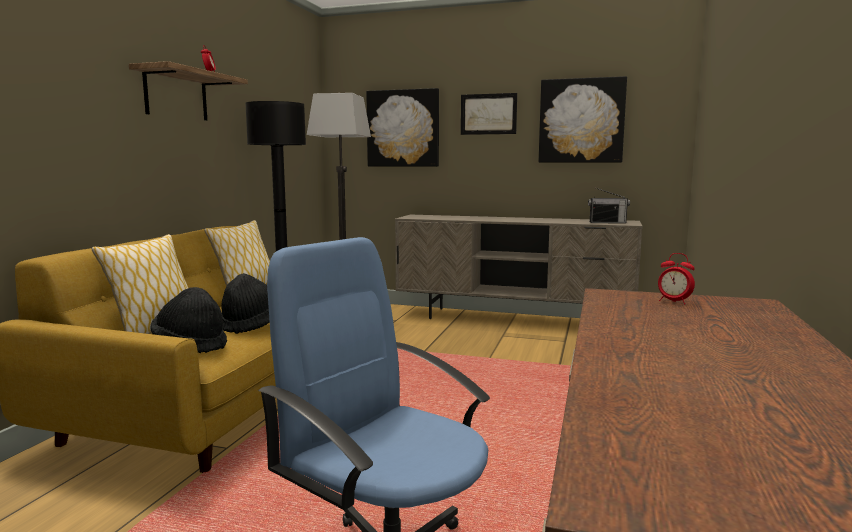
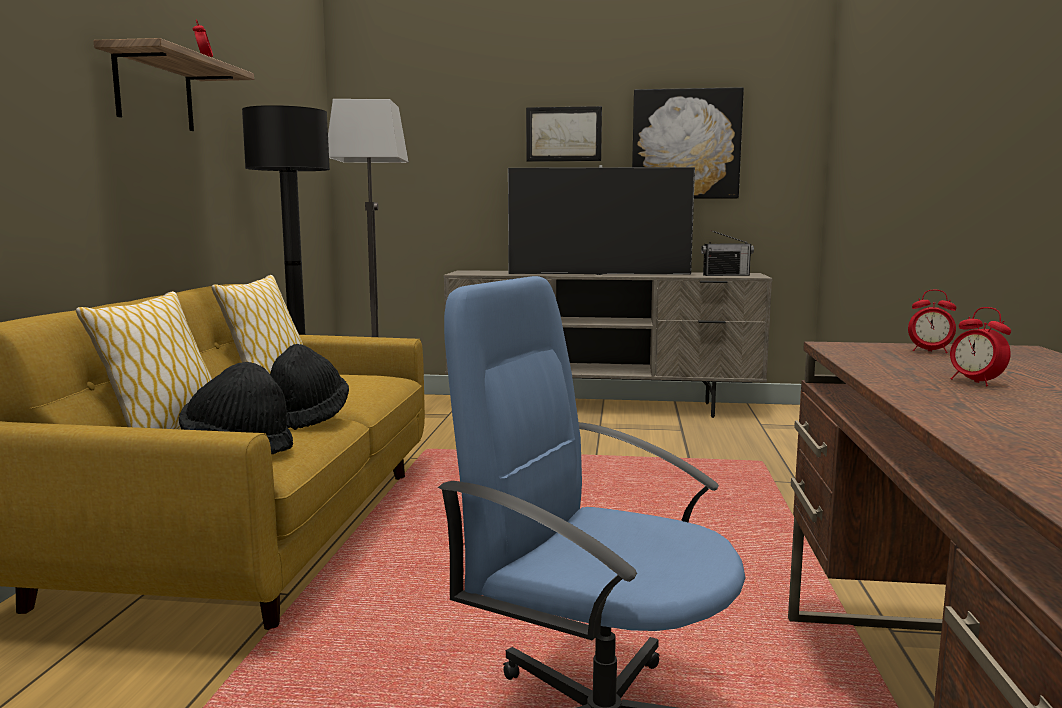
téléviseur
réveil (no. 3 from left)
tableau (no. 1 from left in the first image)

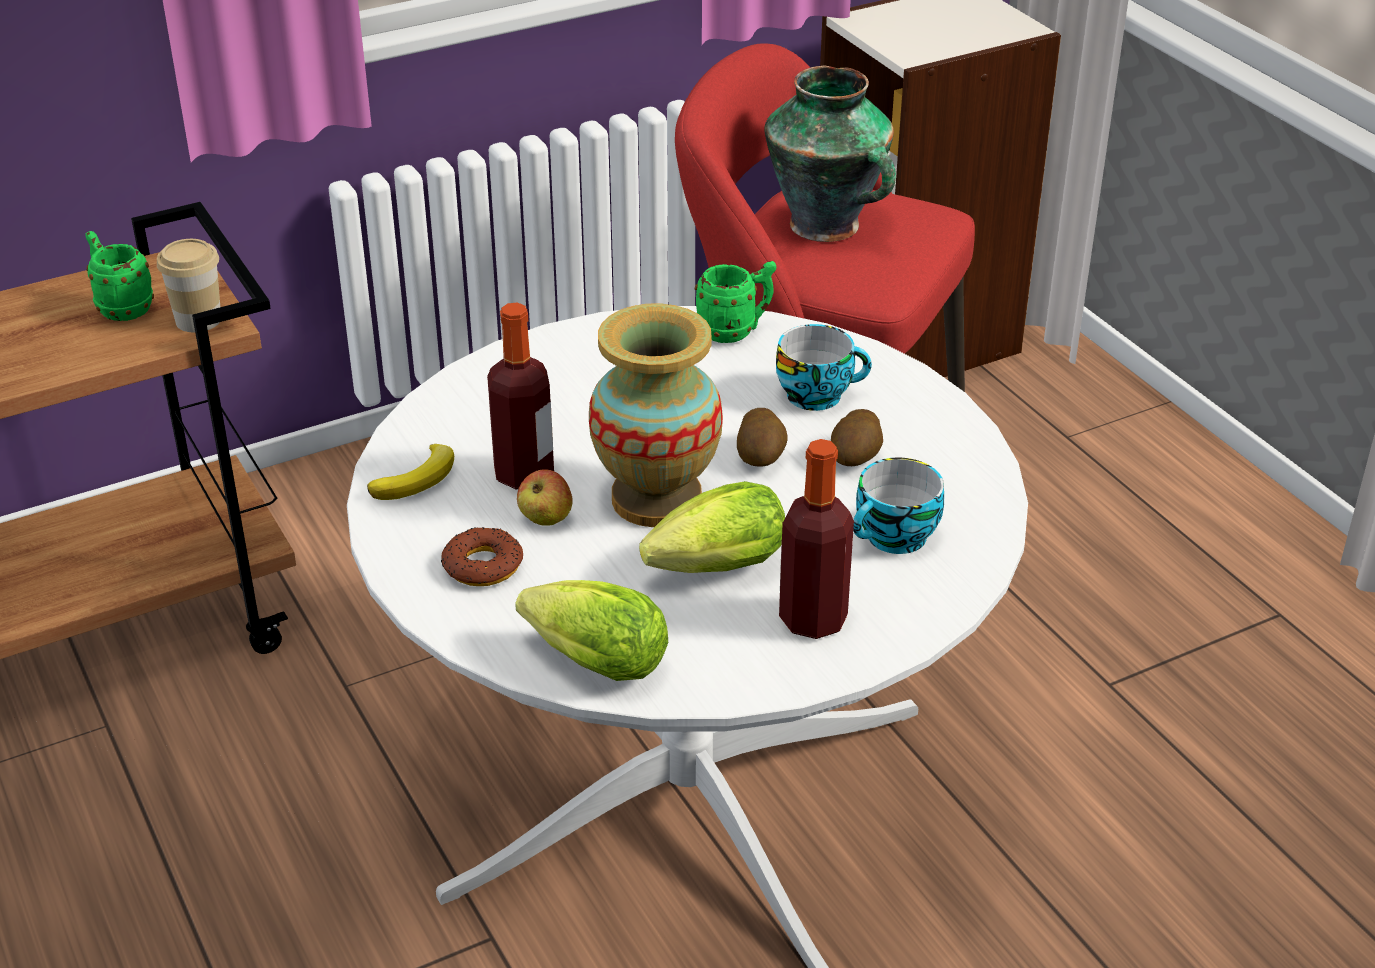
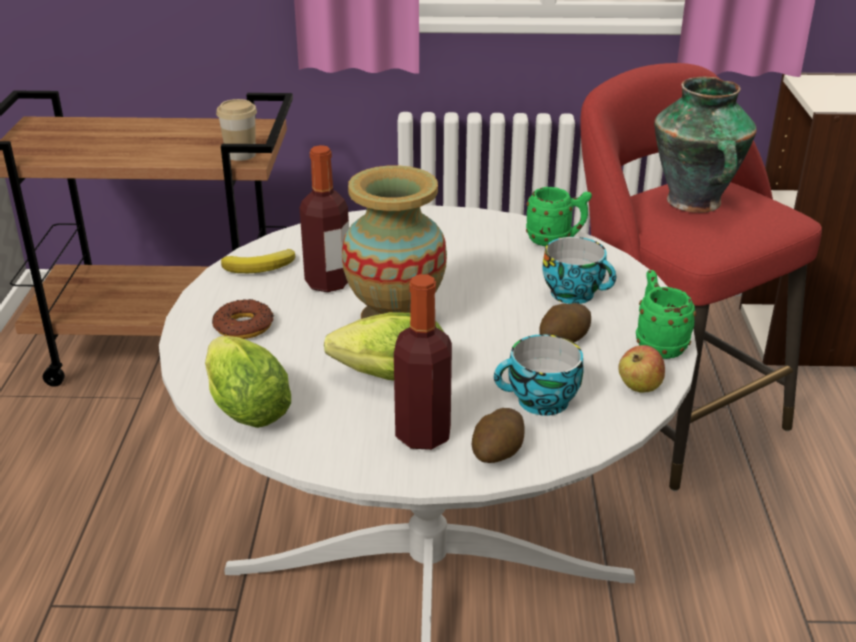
pomme de terre (no. 1 from left)
pomme
mug [vert] (no. 2 from left)

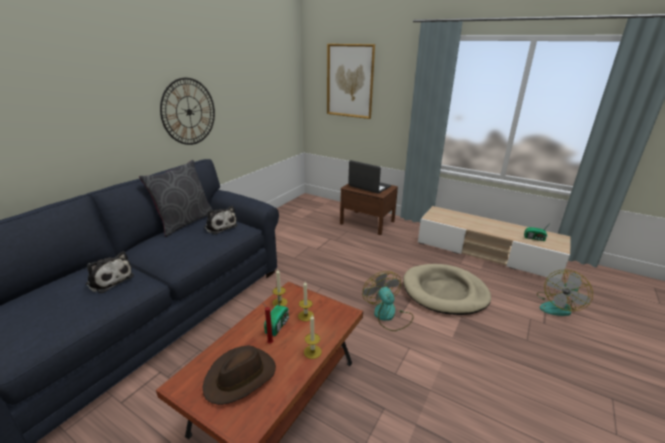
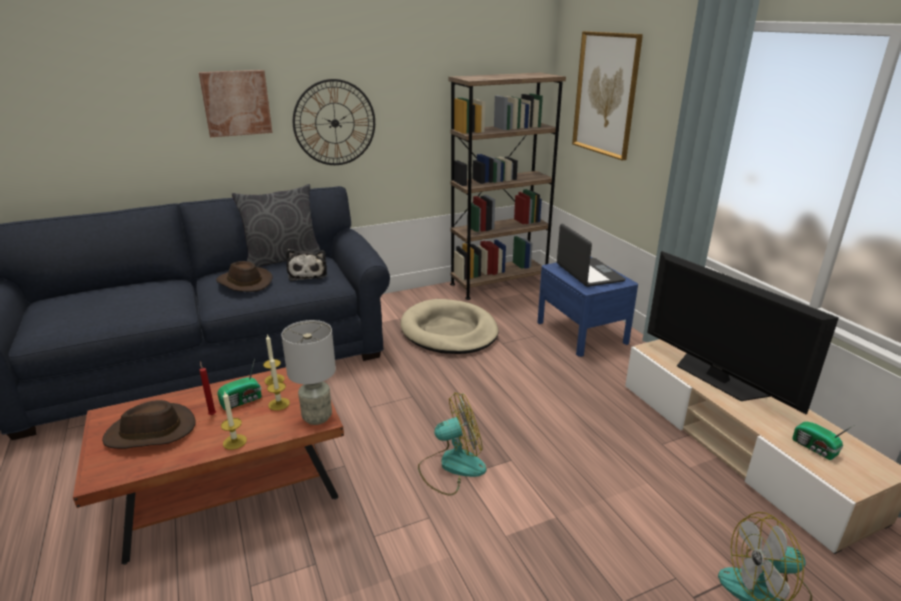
tableau (no. 1 from left)
chapeau [marron] (no. 2 from left)
lampe de table [gris]
panier pour chien [beige]
ventilateur (no. 1 from left)
bibliothèque [marron]
table de chevet [bleu]
téléviseur
peluche (no. 1 from left in the first image)

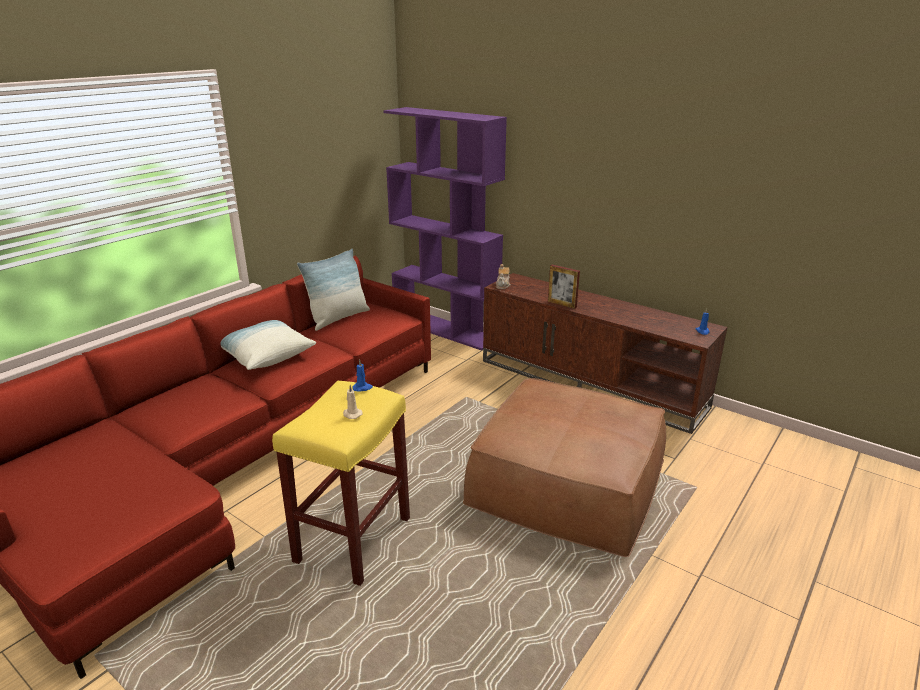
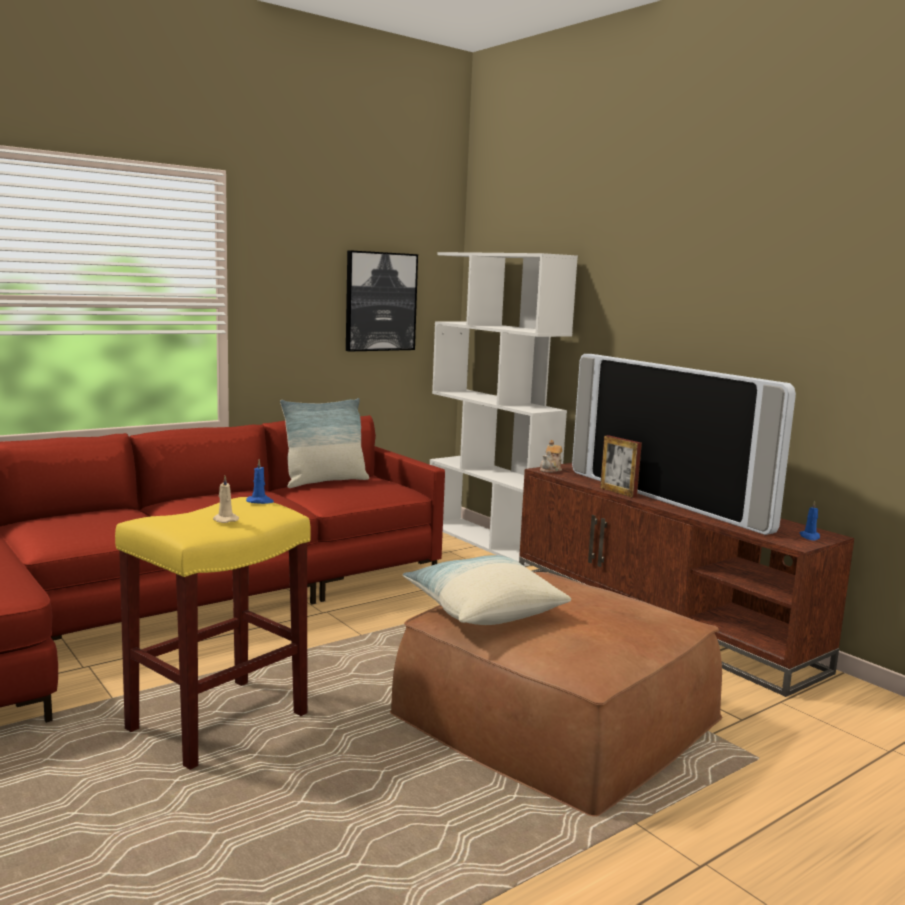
tableau
coussin (no. 2 from left)
bibliothèque [blanc]
téléviseur

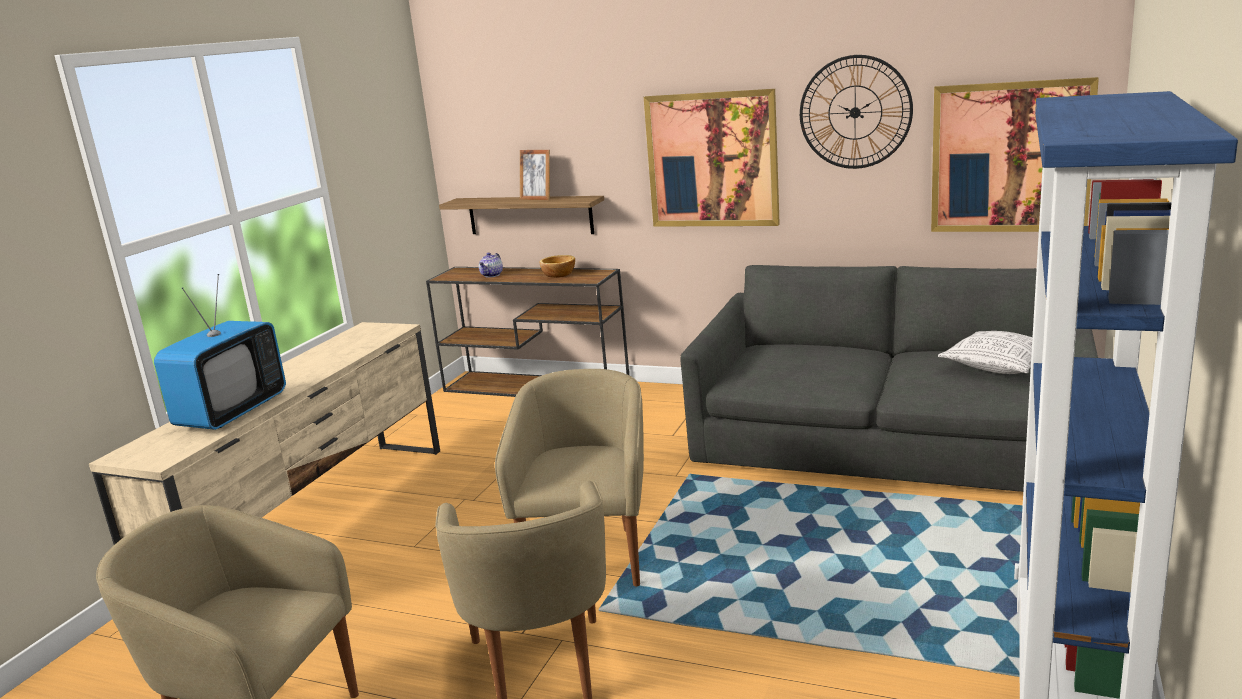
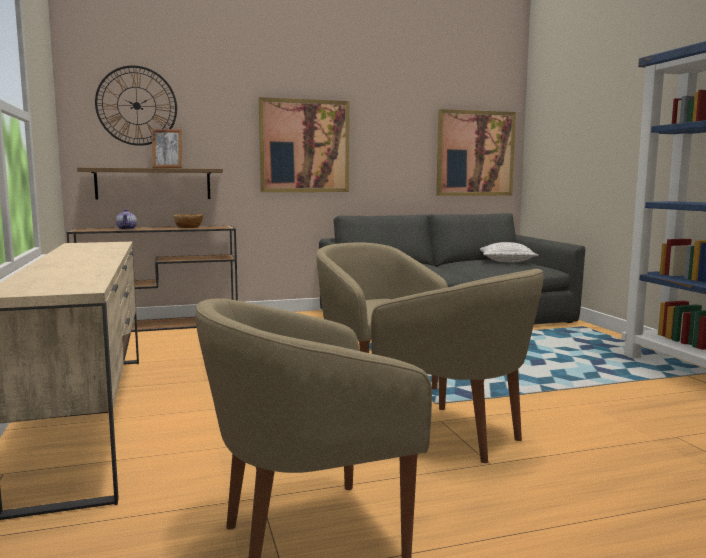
horloge murale
téléviseur

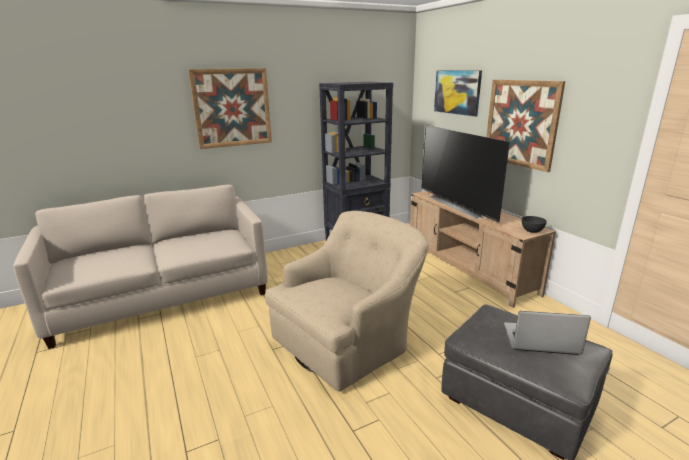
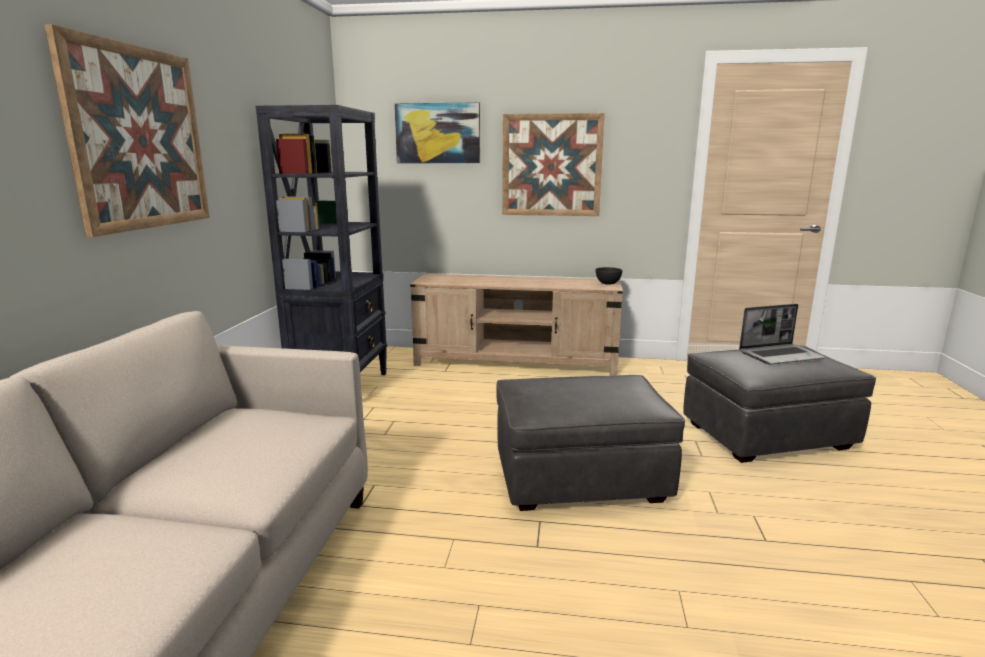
pouf [gris] (no. 1 from left)
ordinateur portable
téléviseur

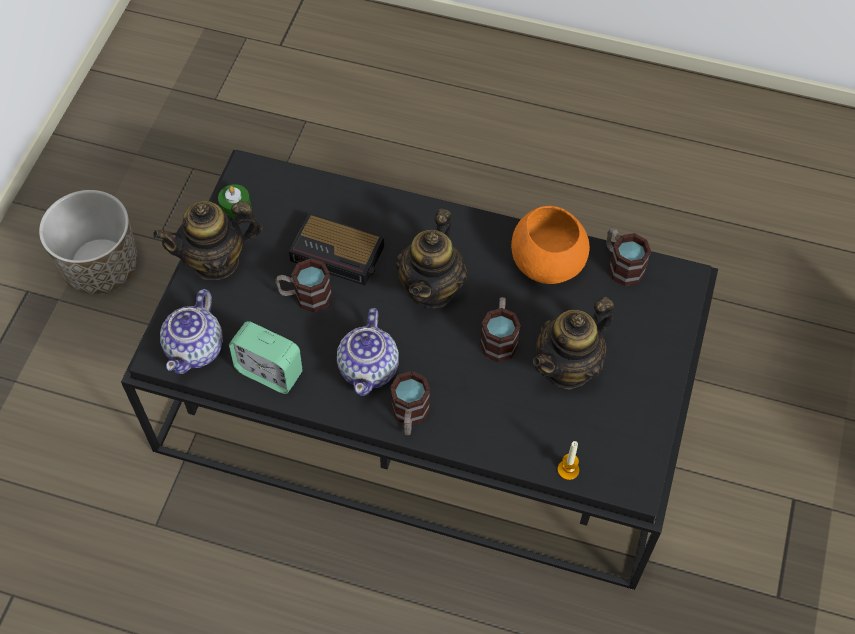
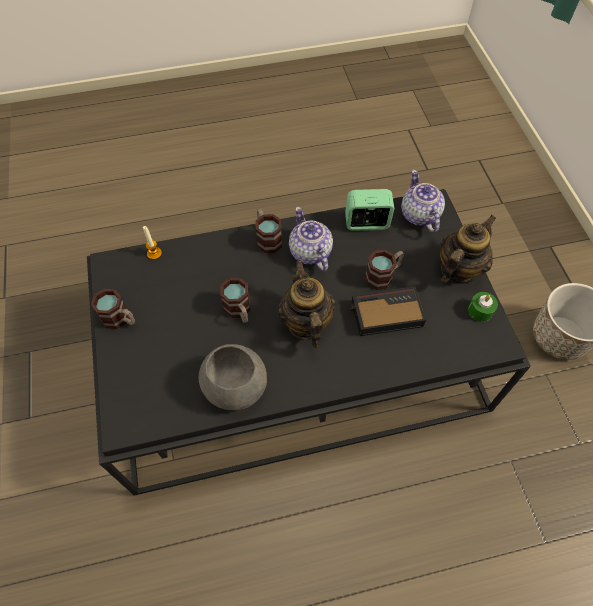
mug (no. 1 from left)
bol [gris]
théière (no. 5 from left in the first image)

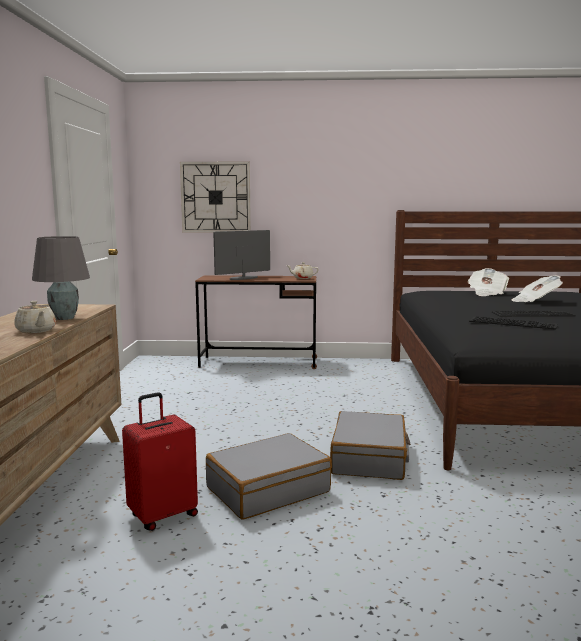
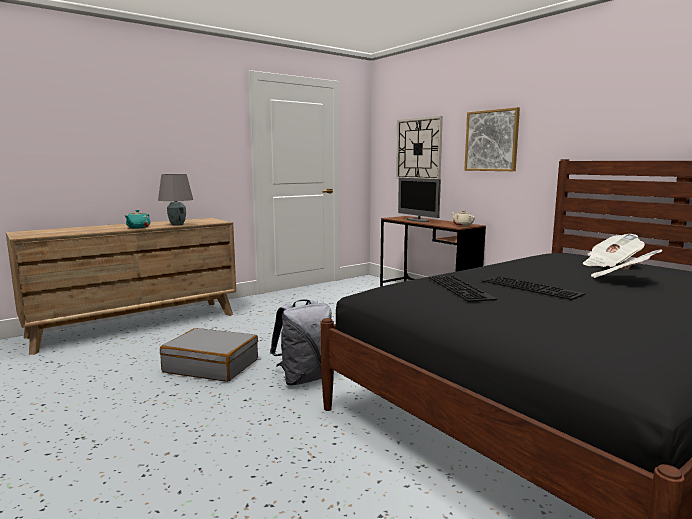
théière [turquoise]
sac à dos [gris]
écran d'ordinateur
tableau
valise [rouge]

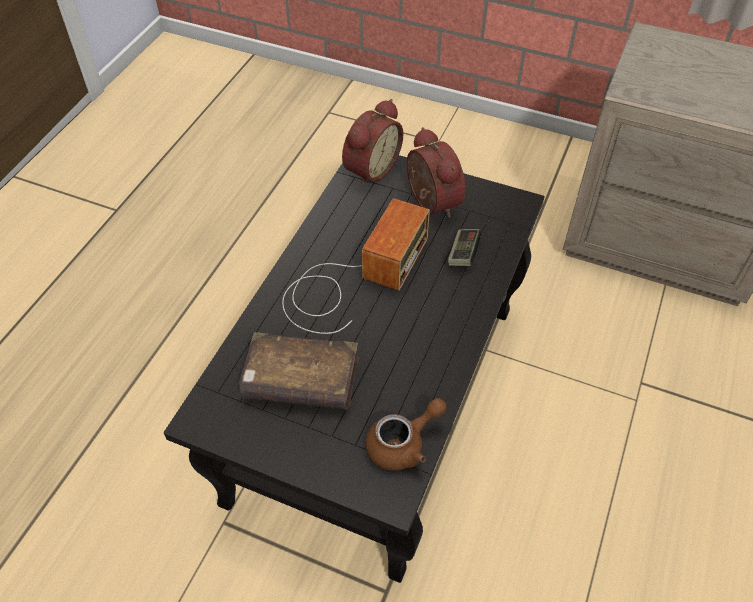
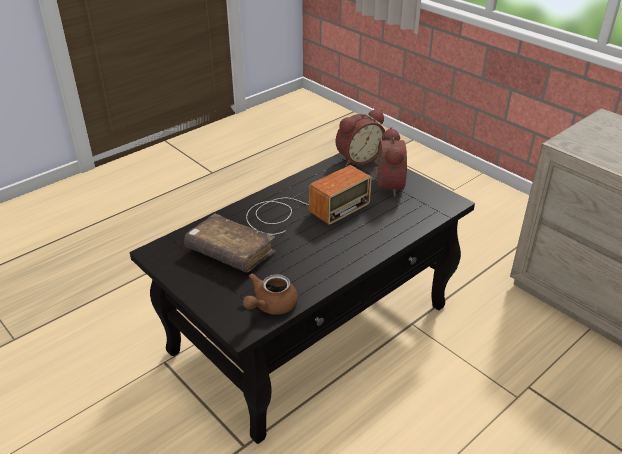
théière [marron]
manette

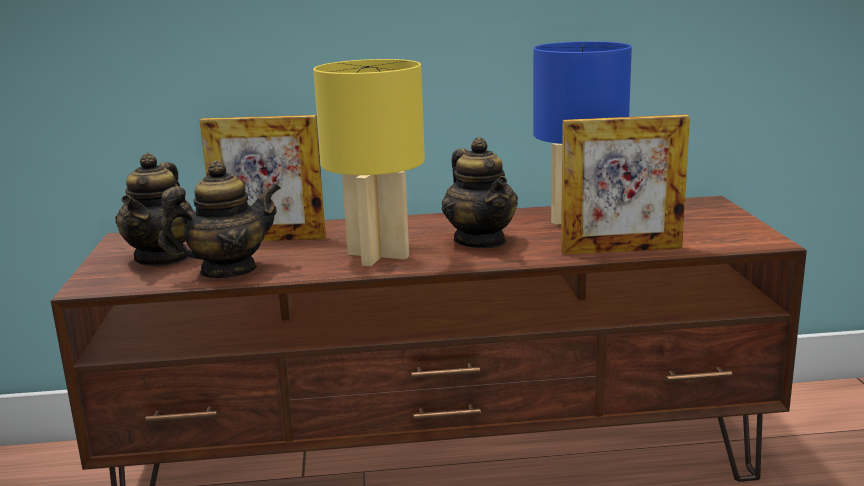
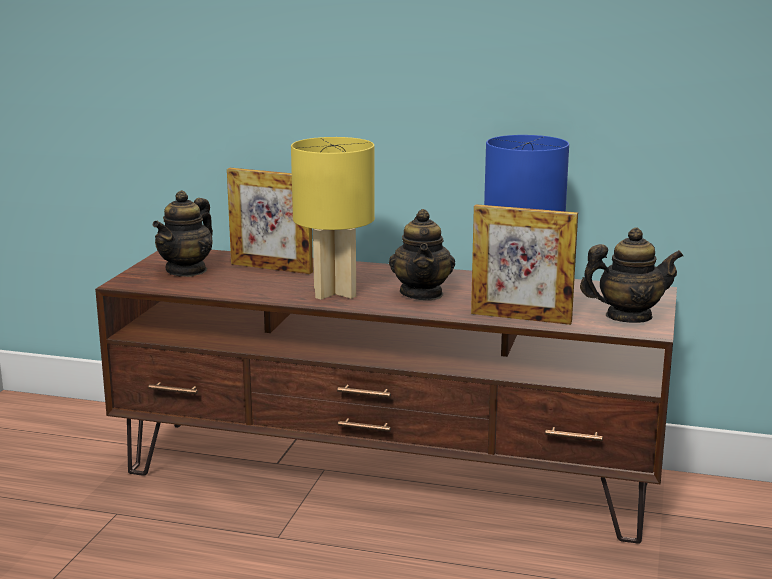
théière (no. 3 from left)

